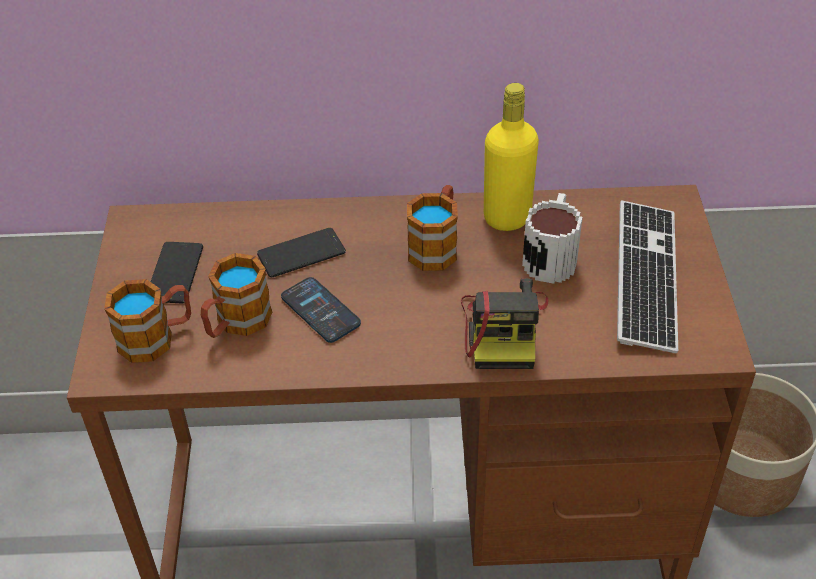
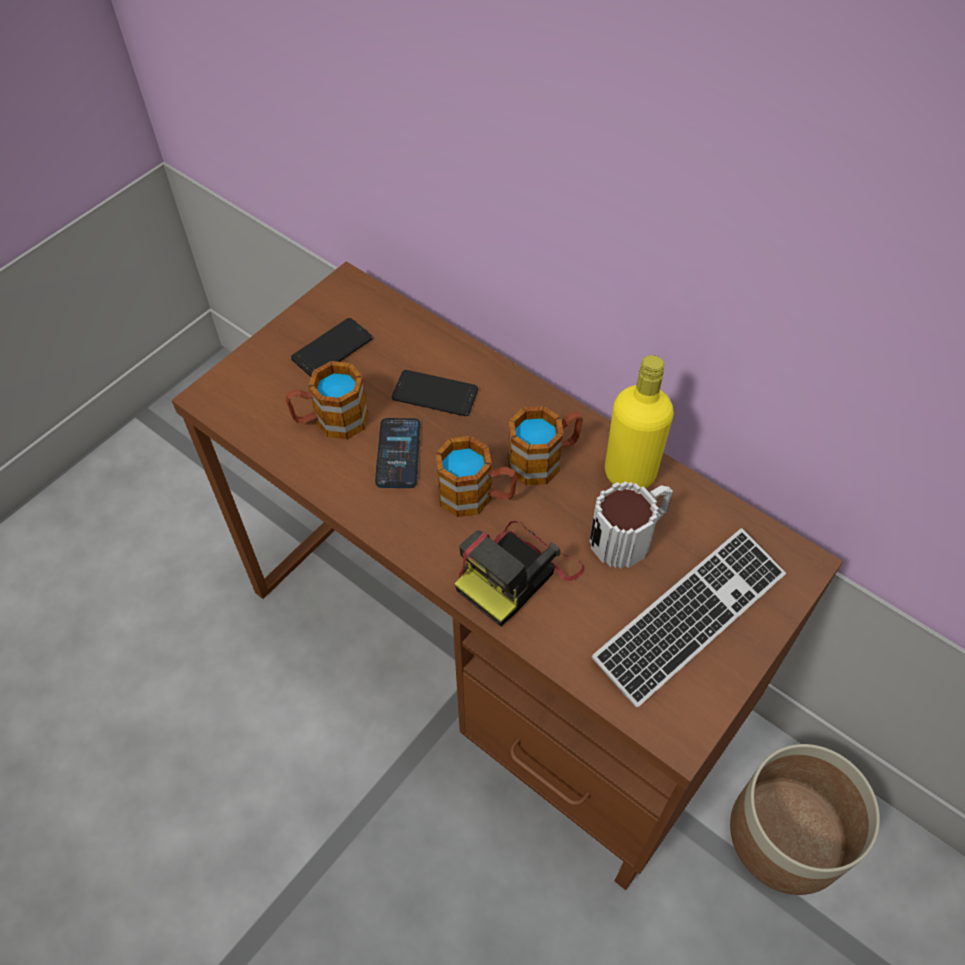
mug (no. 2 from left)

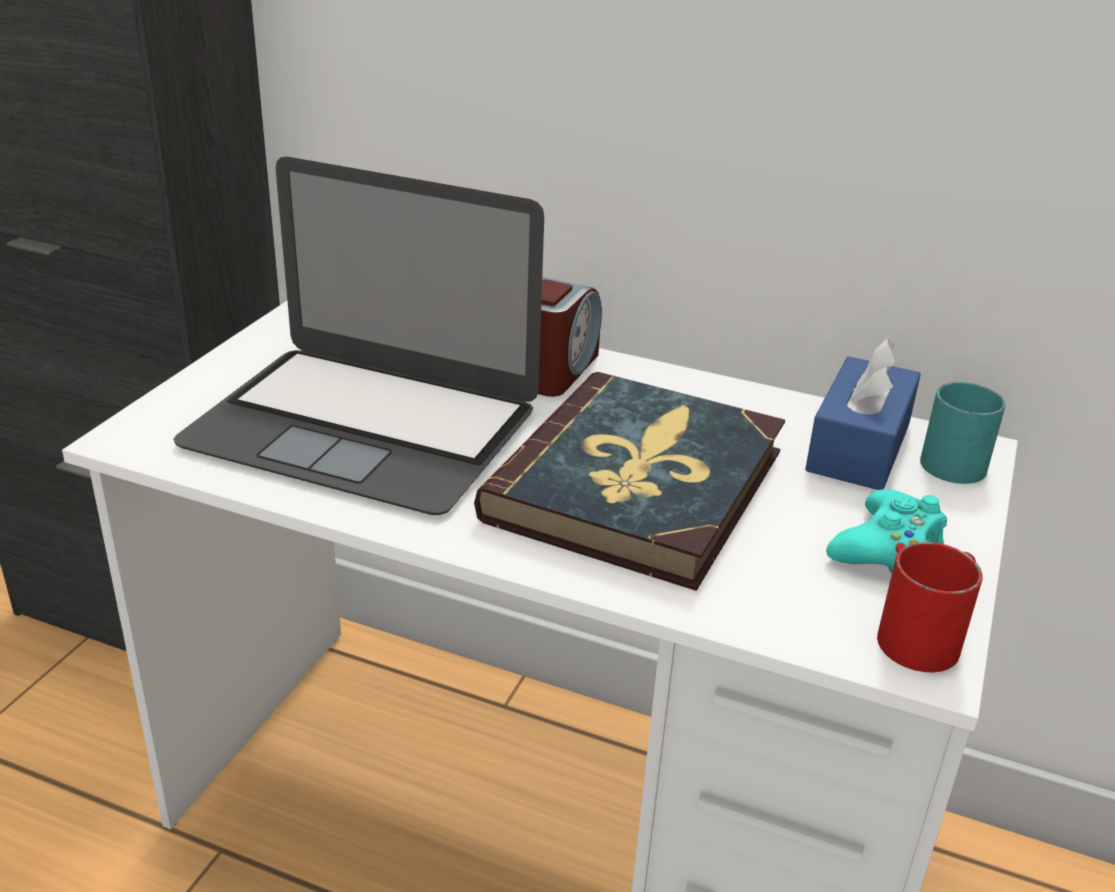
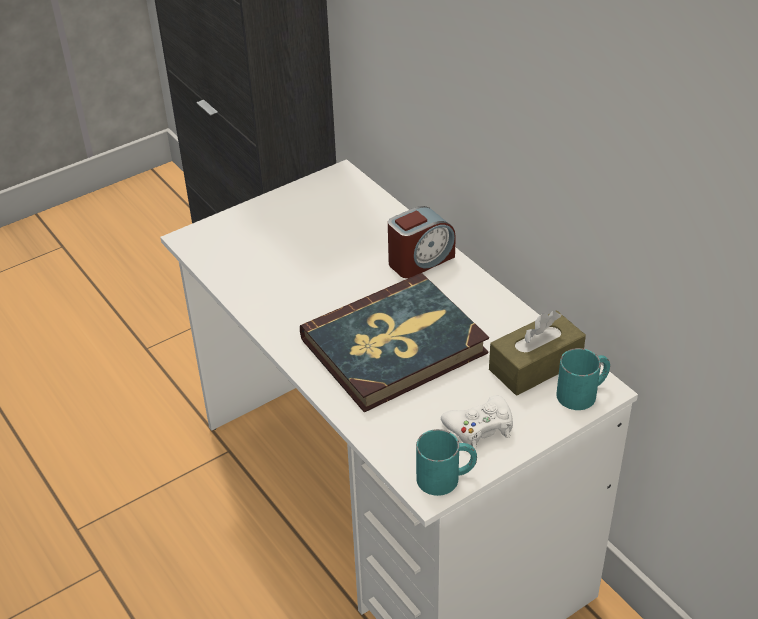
mug [turquoise] (no. 1 from left)
manette [blanc]
boîte à mouchoirs [marron]
ordinateur portable

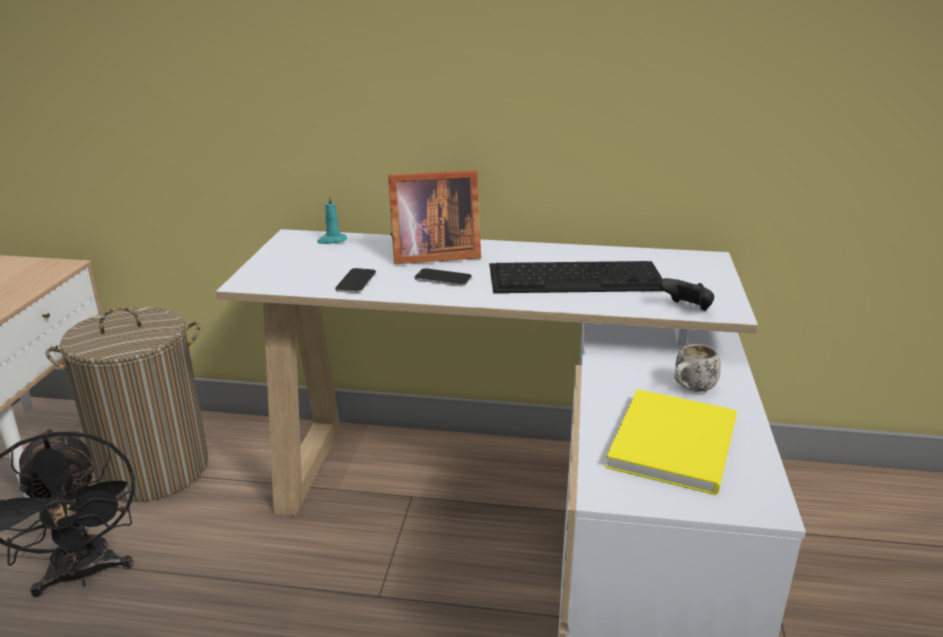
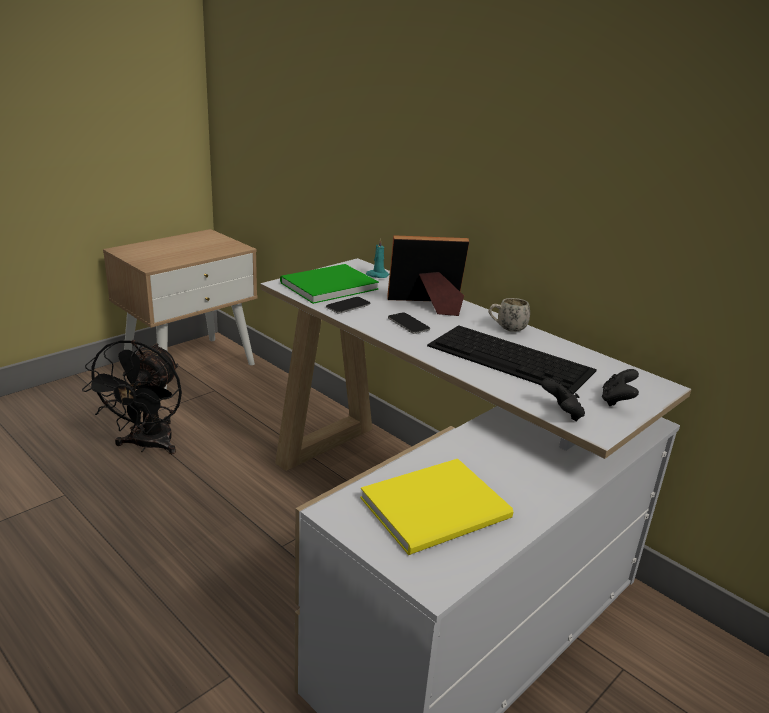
livre [vert]
cadre photo
mug [blanc]
manette [noir] (no. 2 from left)
panier à linge

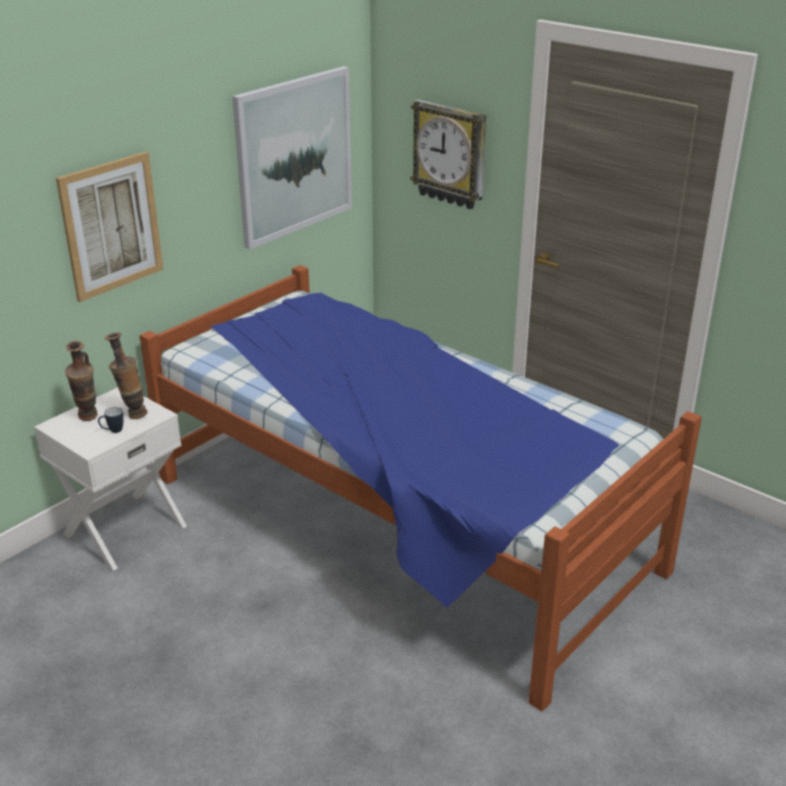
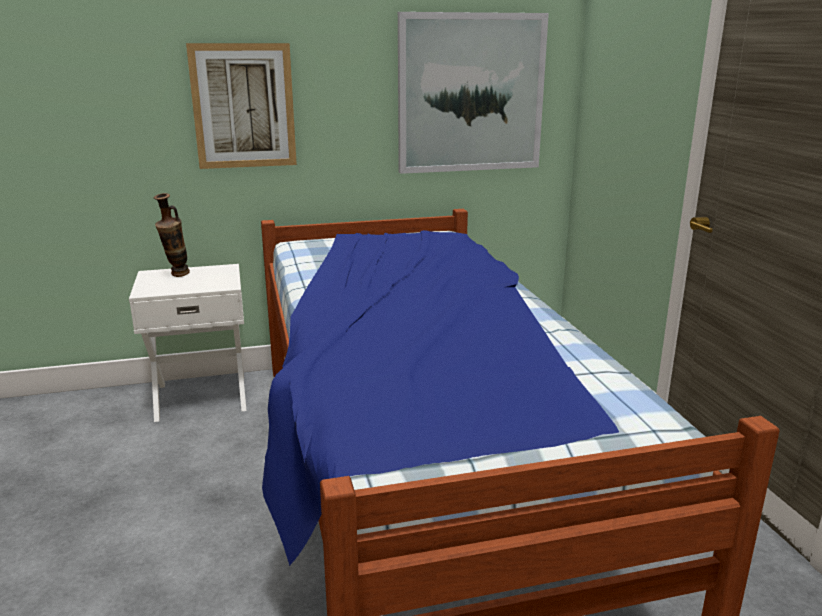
mug
vase (no. 2 from left in the first image)
horloge murale

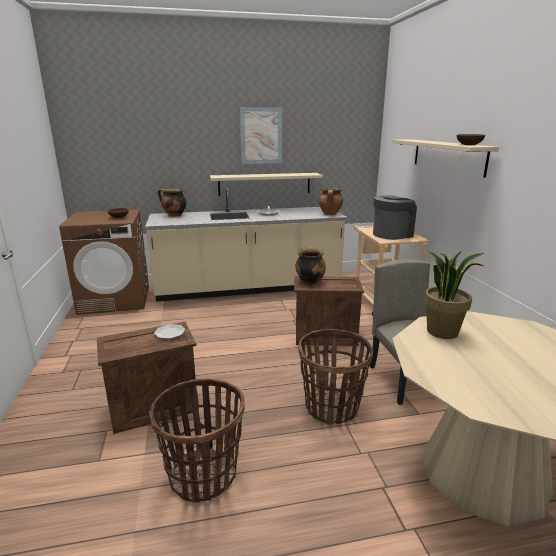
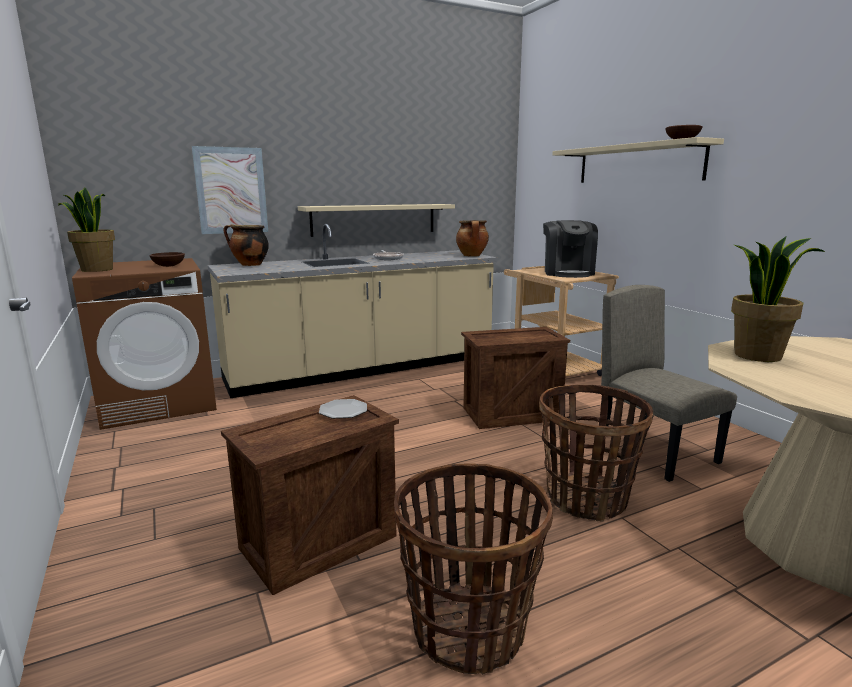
plante en pot (no. 1 from left)
tableau
machine à café
marmite (no. 2 from left in the first image)

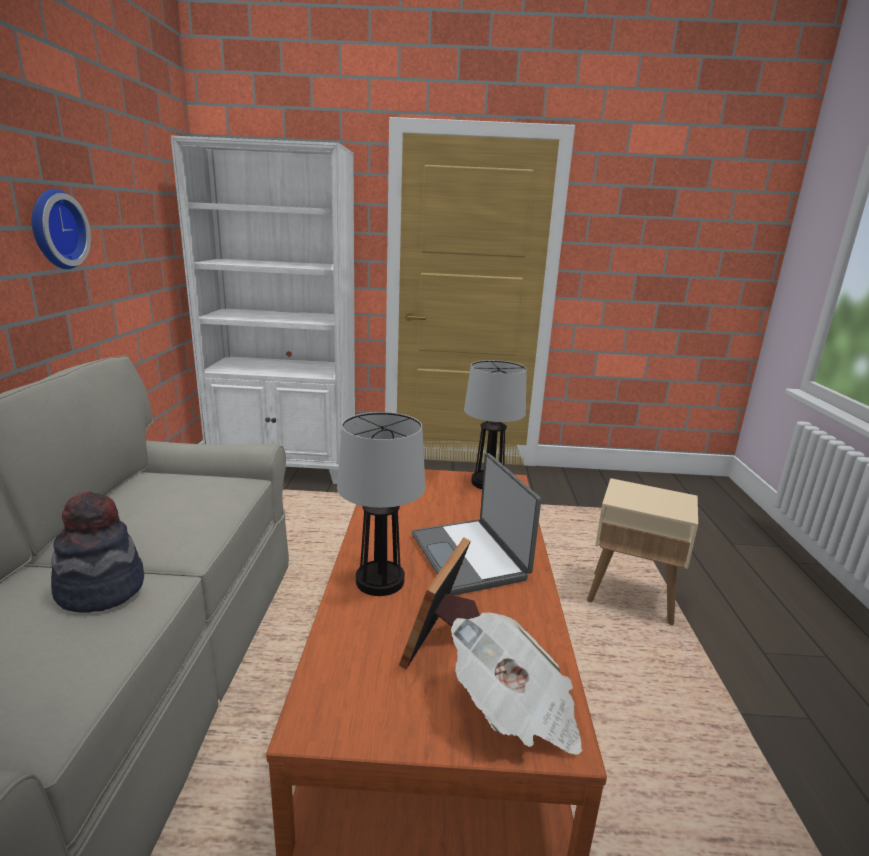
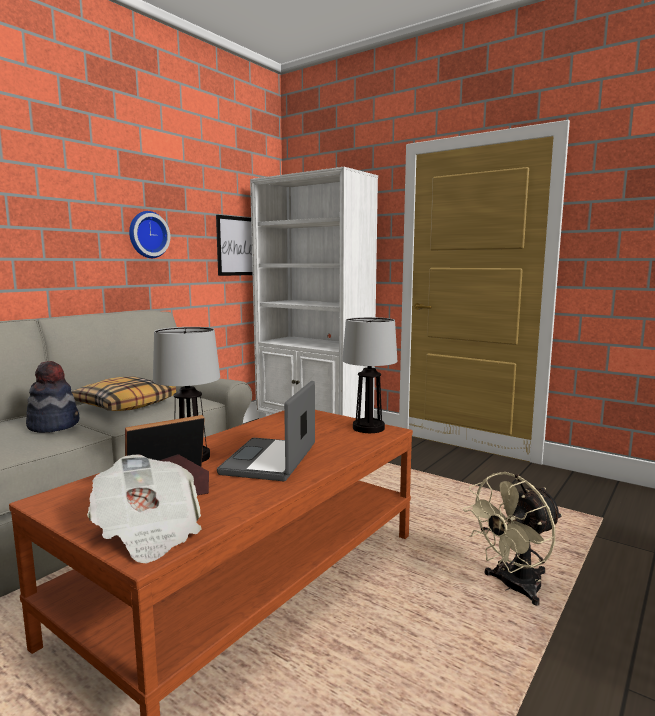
coussin
tableau
ventilateur [beige]

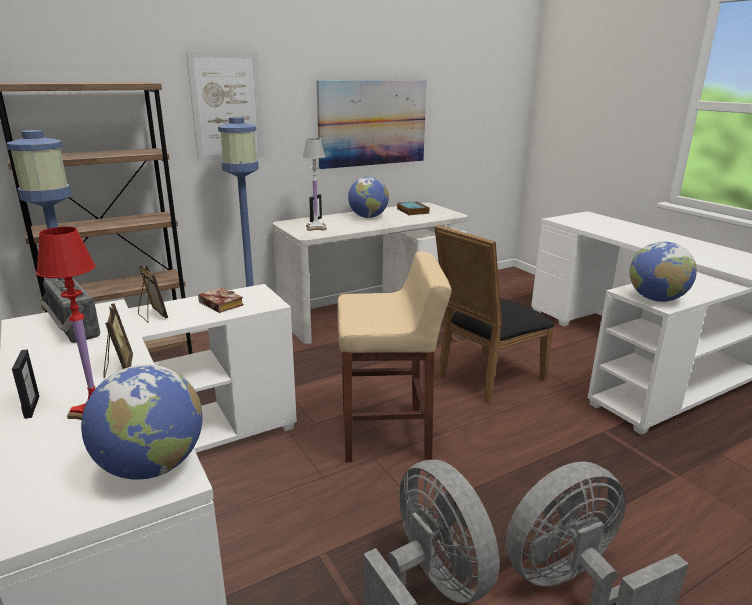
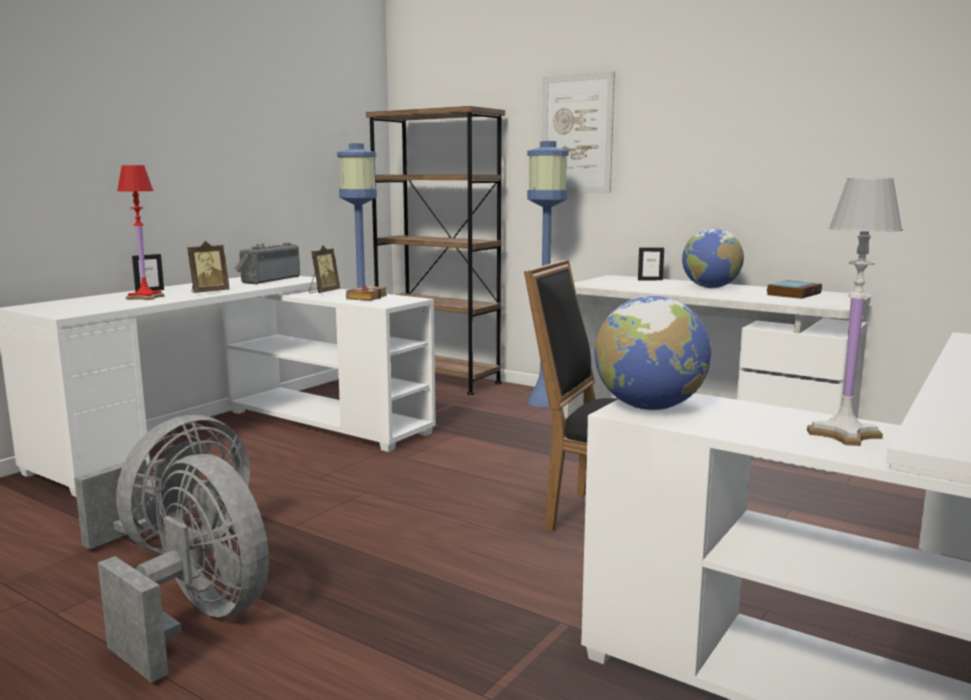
lampe de table [blanc]
globe (no. 1 from left in the first image)
tableau (no. 2 from left in the first image)
tabouret [beige]

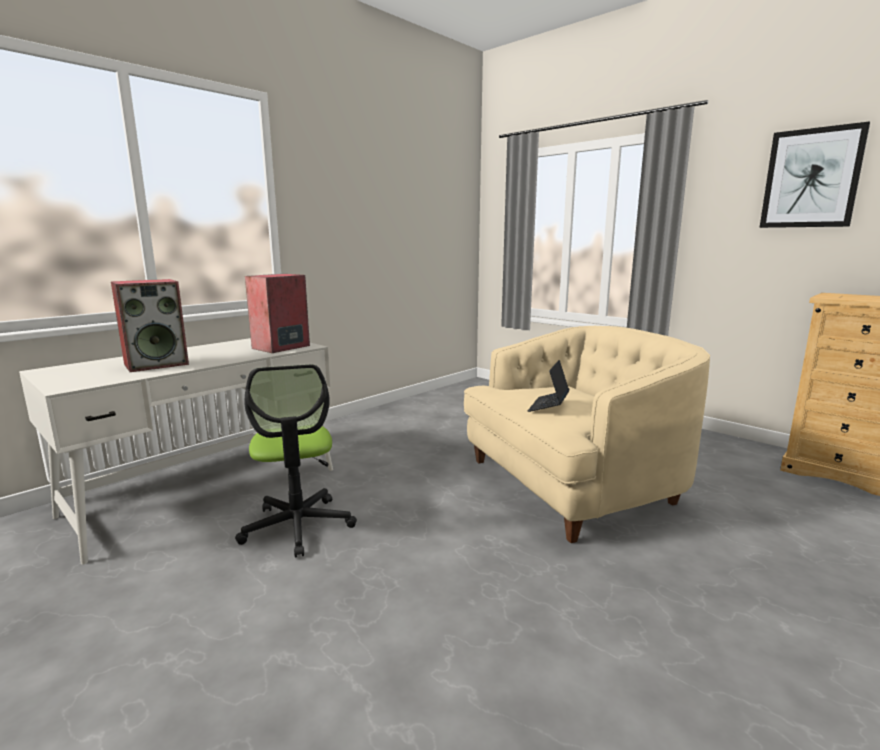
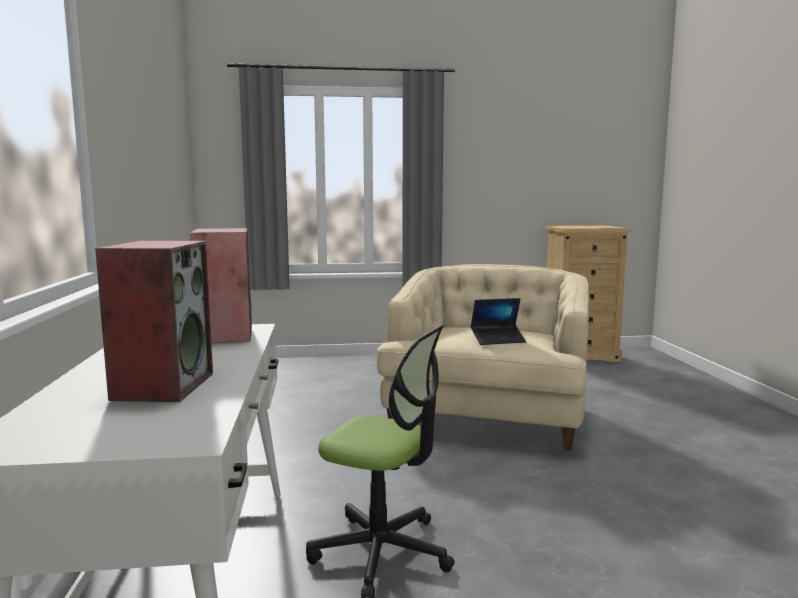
ordinateur portable
tableau

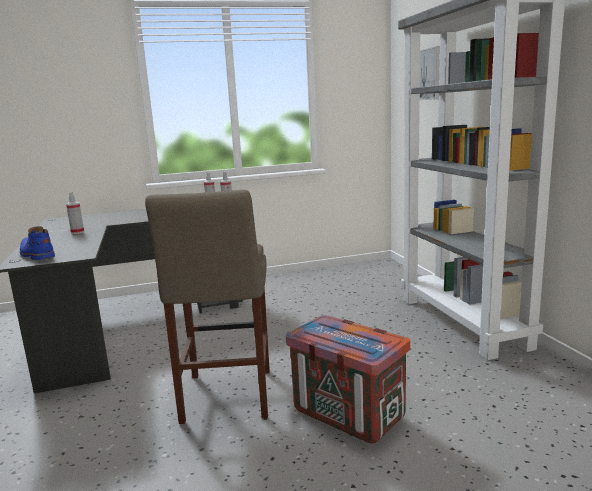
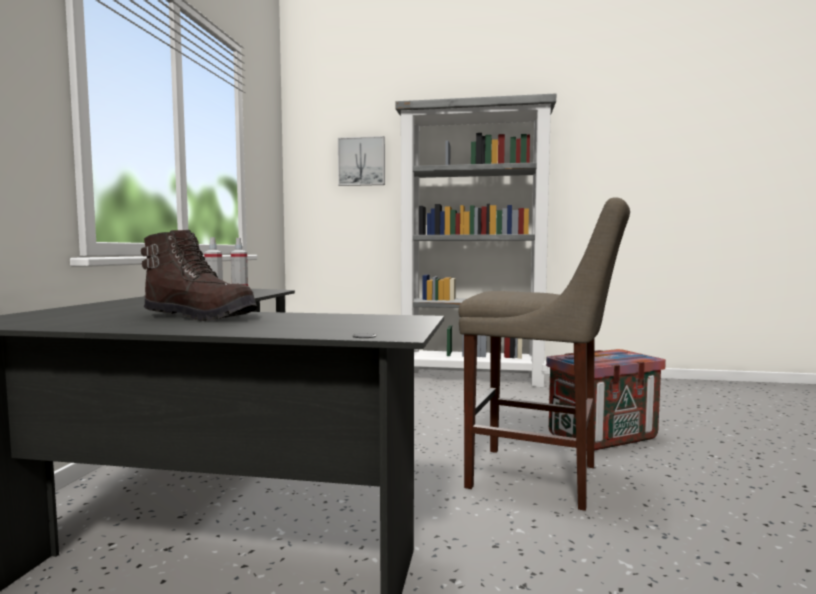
botte [marron]
botte [bleu]

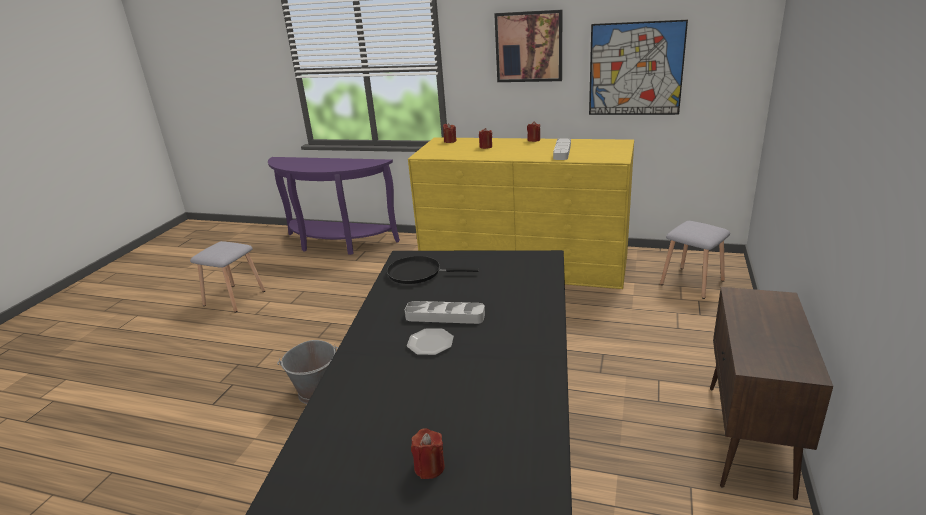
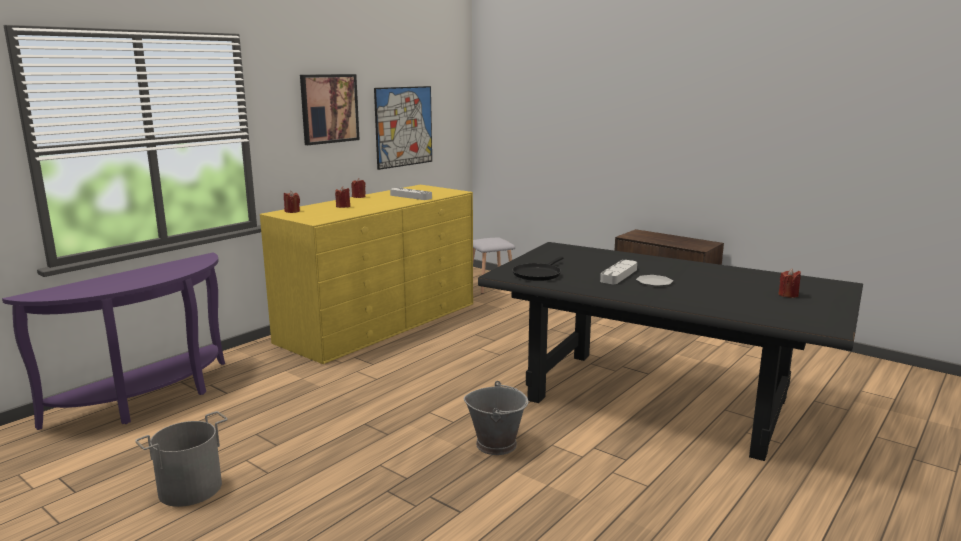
seau [gris] (no. 1 from left)

